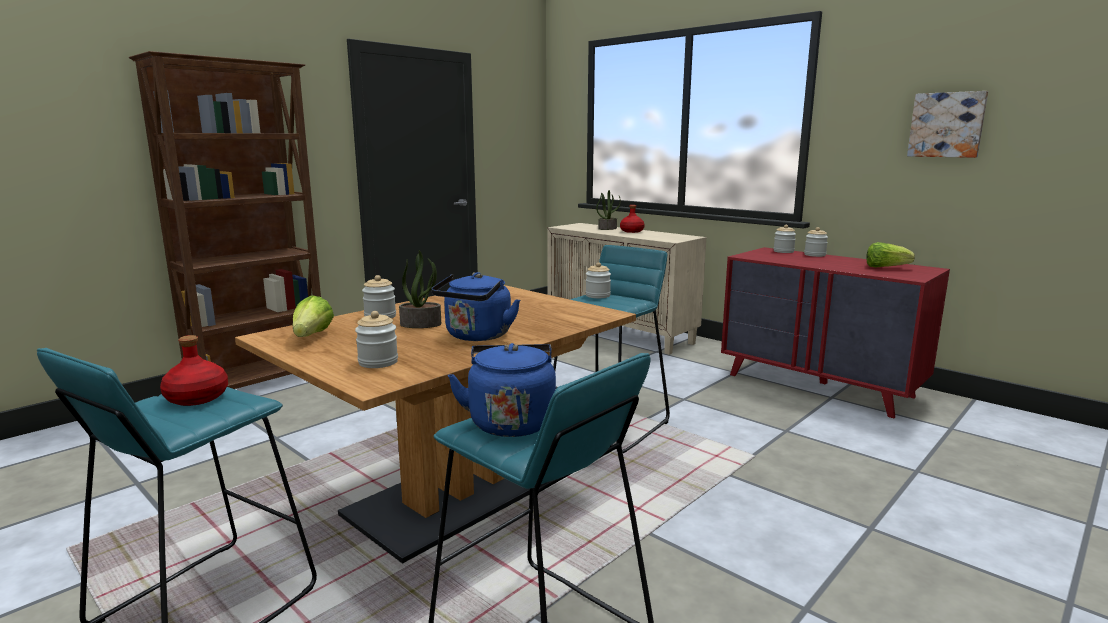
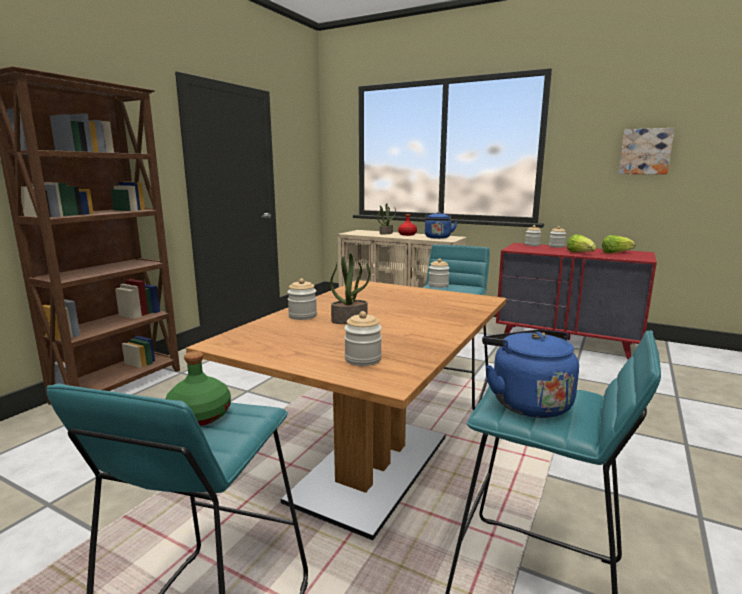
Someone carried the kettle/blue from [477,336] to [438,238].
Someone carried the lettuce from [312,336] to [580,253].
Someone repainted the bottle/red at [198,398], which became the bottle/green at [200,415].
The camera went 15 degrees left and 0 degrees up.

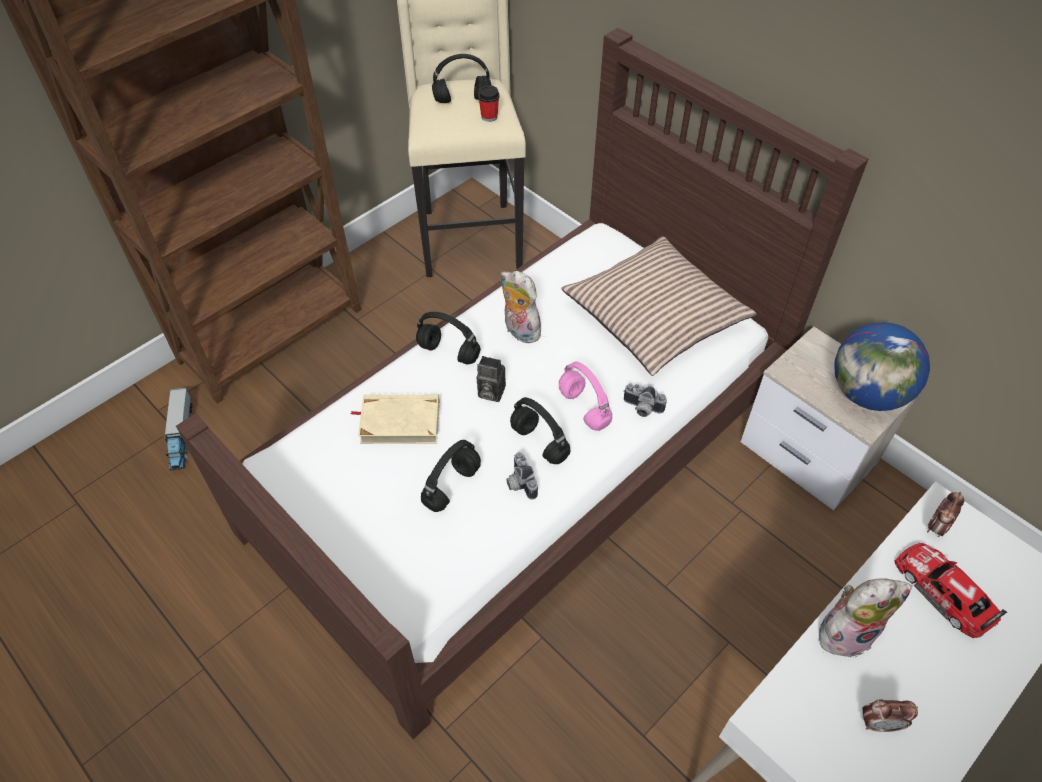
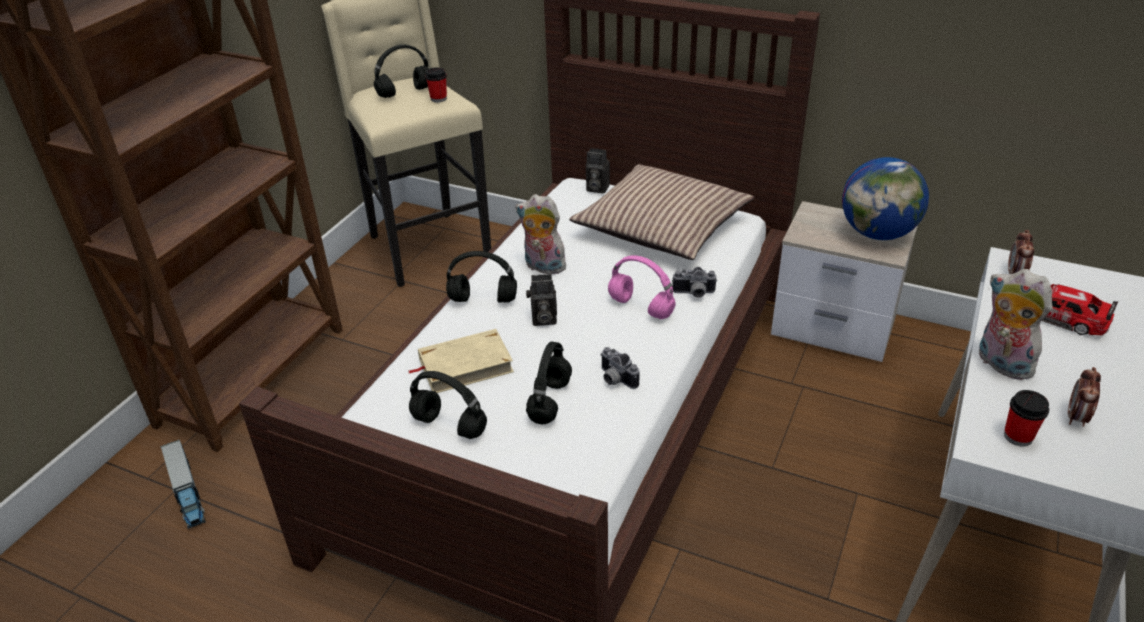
Someone carried the headphones/black from [541,443] to [451,426].
Someone rotated the plush toy at [846,631] by 90 degrees counterclockwise.
Someone rotated the alarm clock at [879,723] by 135 degrees clockwise.
Someone put down the photo camera at [596,188].
Someone put down the cup at [1018,436].
The camera went 20 degrees left and 15 degrees down.

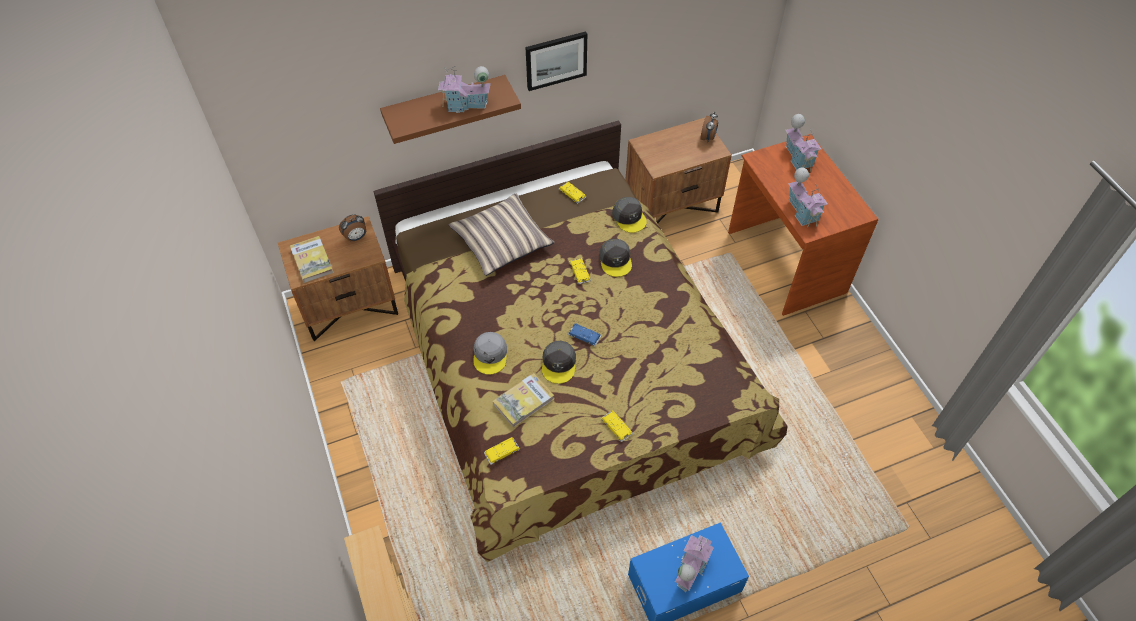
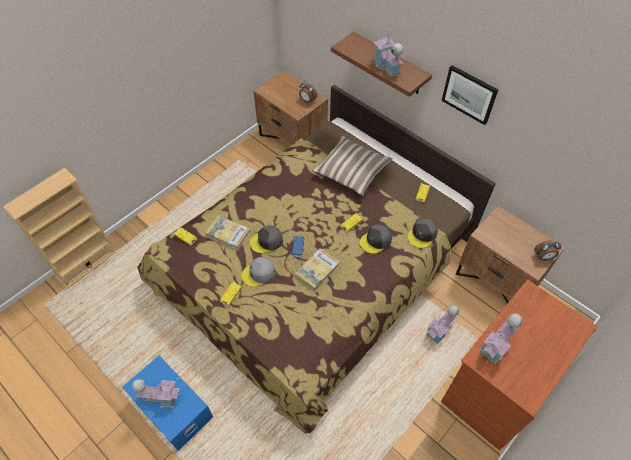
Someone carried the toy house from [798,157] to [439,331].
Someone carried the book from [312,261] to [317,270].
Someone carried the cap/grey from [490,355] to [259,273].
The camera went 65 degrees right and 0 degrees up.

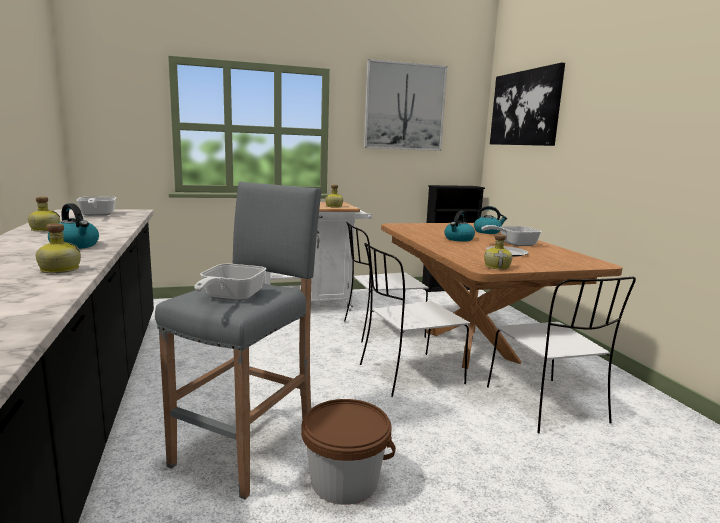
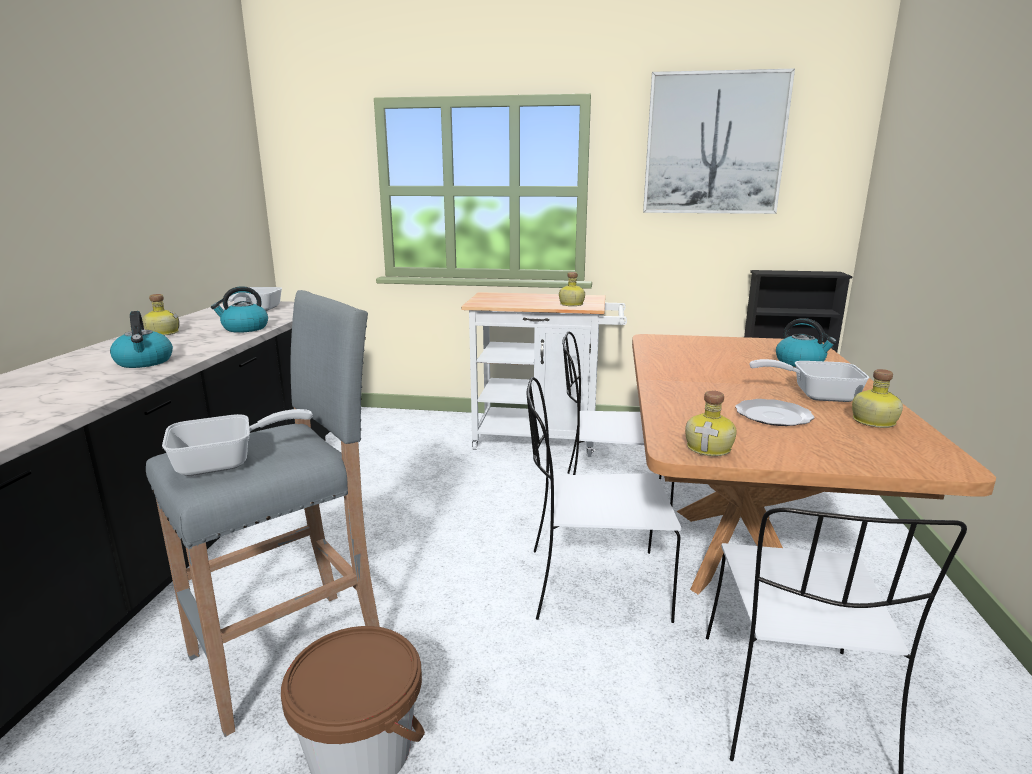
Someone took away the picture at [524,108].
Someone carried the kettle from [458,239] to [244,328].
Someone carried the bottle from [58,269] to [872,421].
Someone rotated the frying pan at [229,297] by 150 degrees counterclockwise.
The camera went 25 degrees right and 5 degrees up.

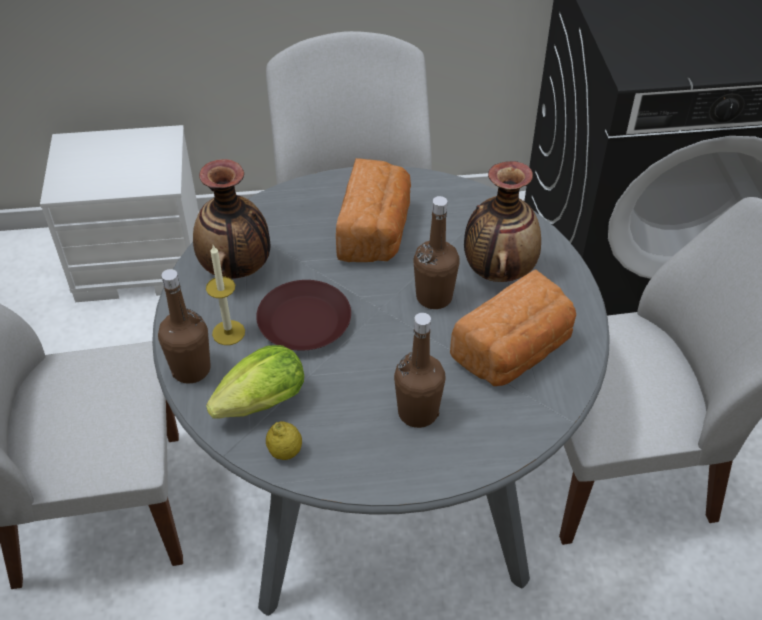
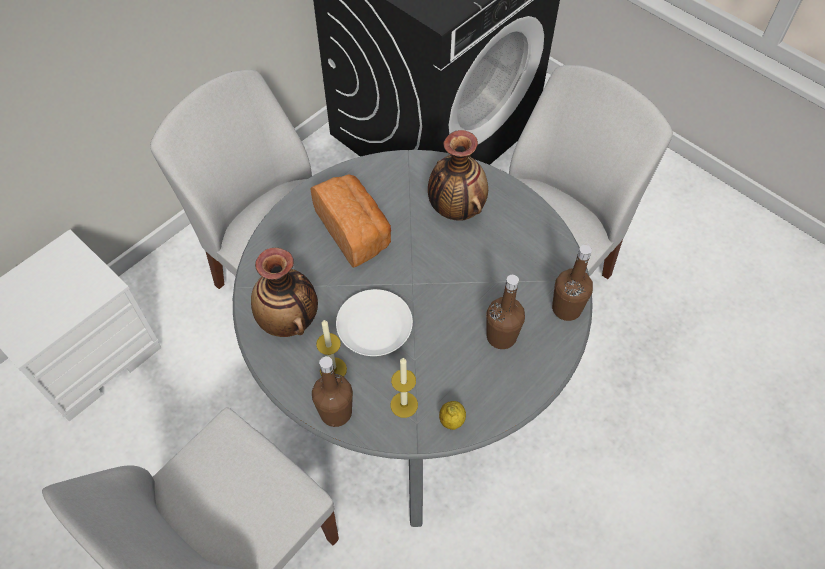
Someone carried the bottle/brown from [434,297] to [566,308].
Someone took away the bread at [514,352].
Someone repainted the plate/brown at [305,321], which became the plate/white at [374,326].
Someone swapped the lettuce at [257,406] for the candle at [404,404].
The camera went 40 degrees left and 10 degrees up.

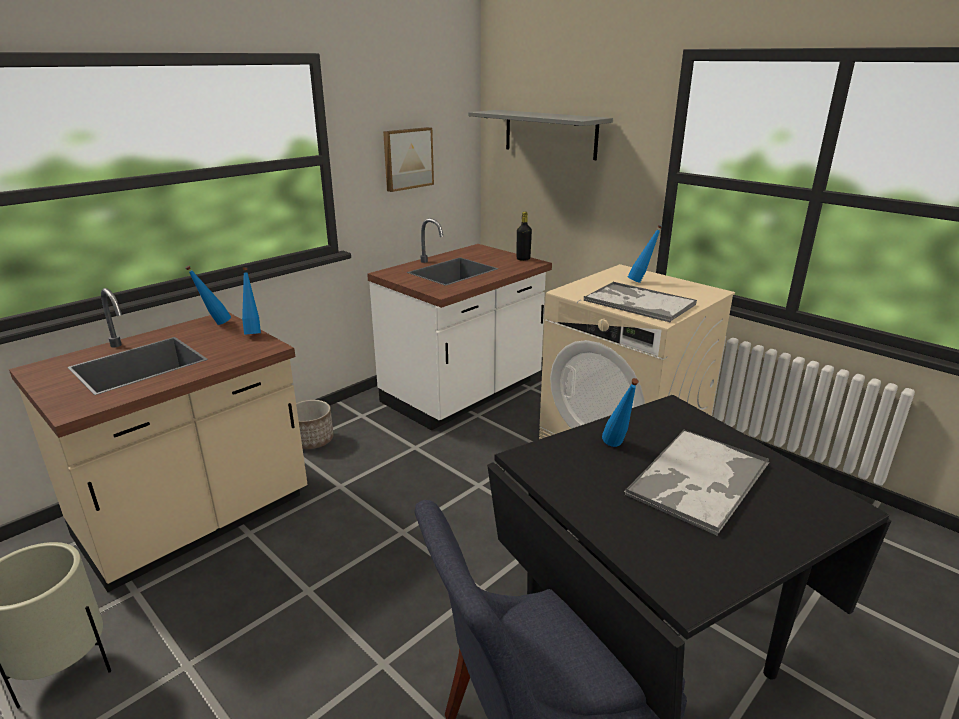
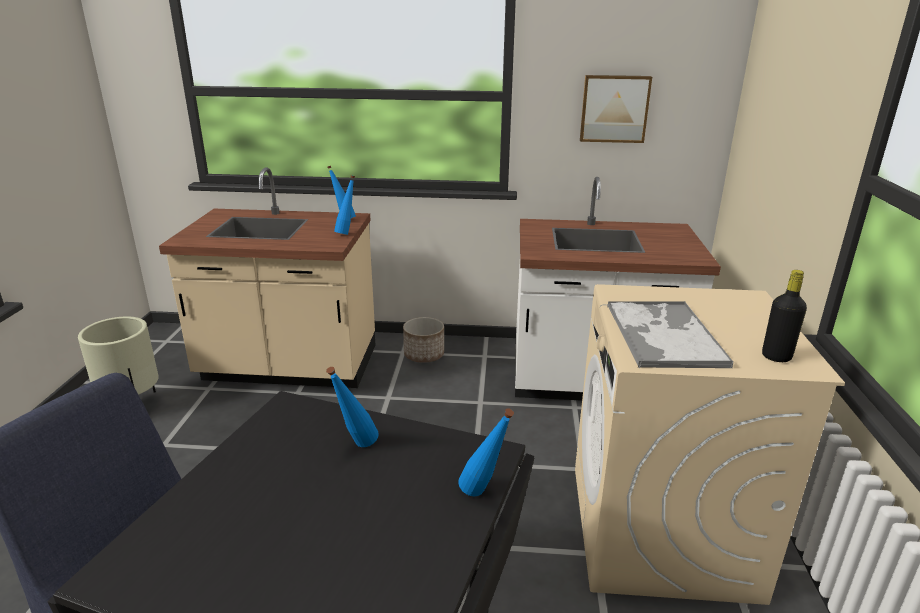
Someone took away the shelf/grey at [550,134].
Someone carried the bottle/black from [523,259] to [776,357].
Someone carried the bottle/blue from [641,281] to [484,496].
Someone took away the tray at [697,480].
The camera went 50 degrees right and 0 degrees up.

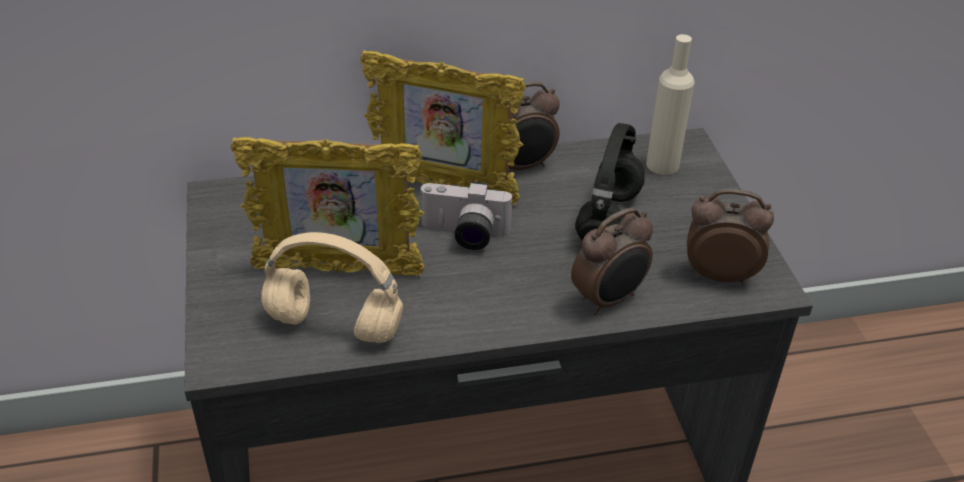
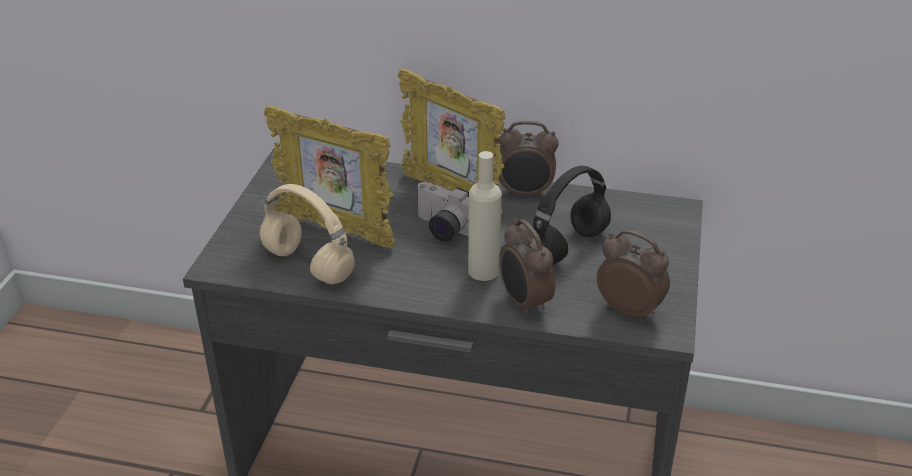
Someone carried the bottle/beige from [662,164] to [483,271].
Someone rotated the alarm clock at [609,299] by 75 degrees clockwise.
The camera went 25 degrees right and 5 degrees down.

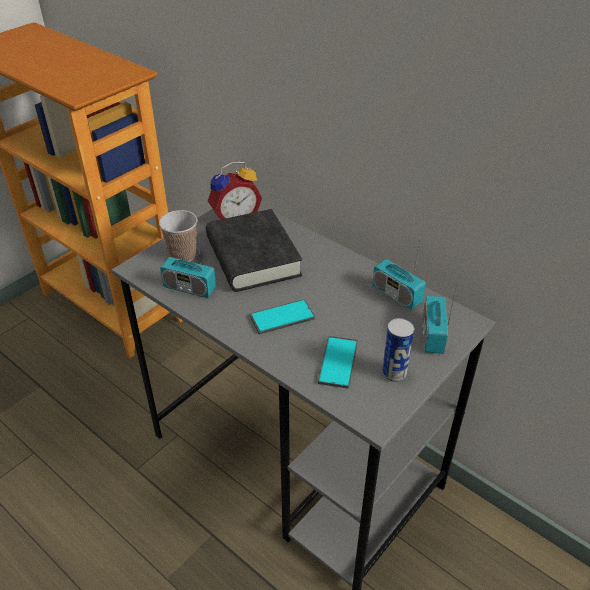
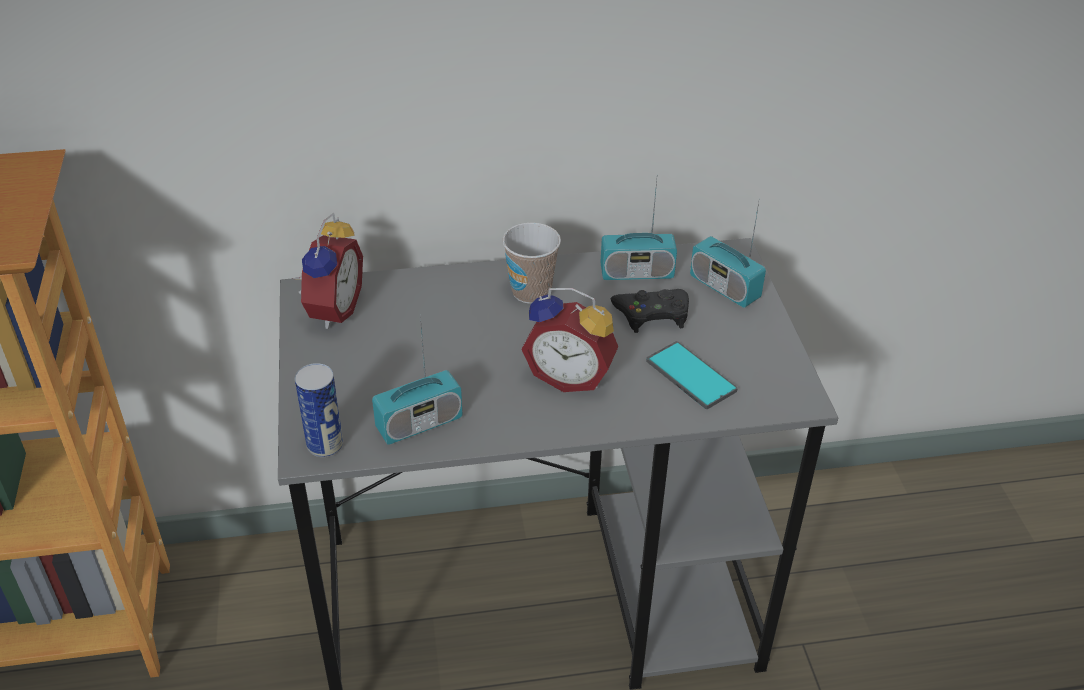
Someone took away the book/black at [253,257].
Someone carried the cup from [183,255] to [531,292].
Someone swapped the phone at [282,317] for the alarm clock at [570,376].
Someone carried the can from [394,373] to [325,445].
Someone put down the game controller/black at [652,314].
The camera went 50 degrees left and 0 degrees up.

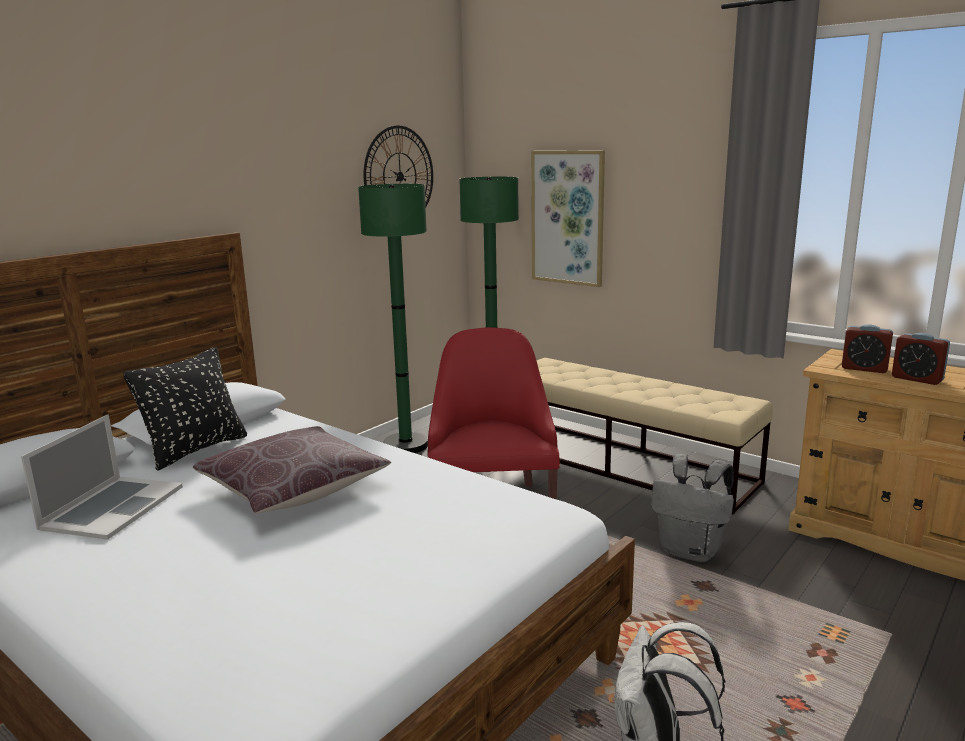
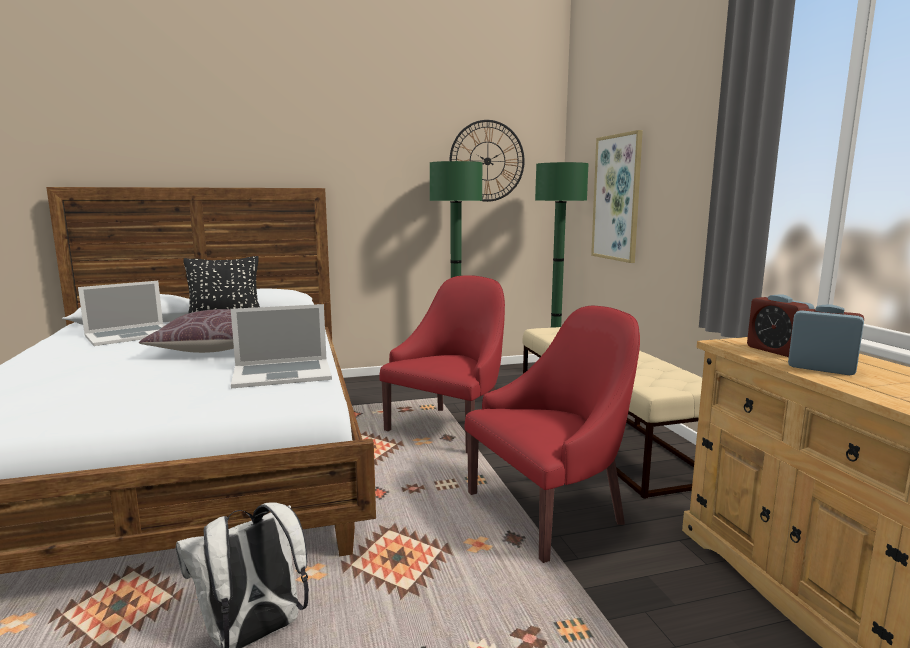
Someone rotated the alarm clock at [917,379] by 135 degrees clockwise.
Someone swapped the backpack/grey at [691,551] for the armchair/red at [550,511].
Someone put down the laptop at [282,373].
The camera went 35 degrees right and 5 degrees down.

